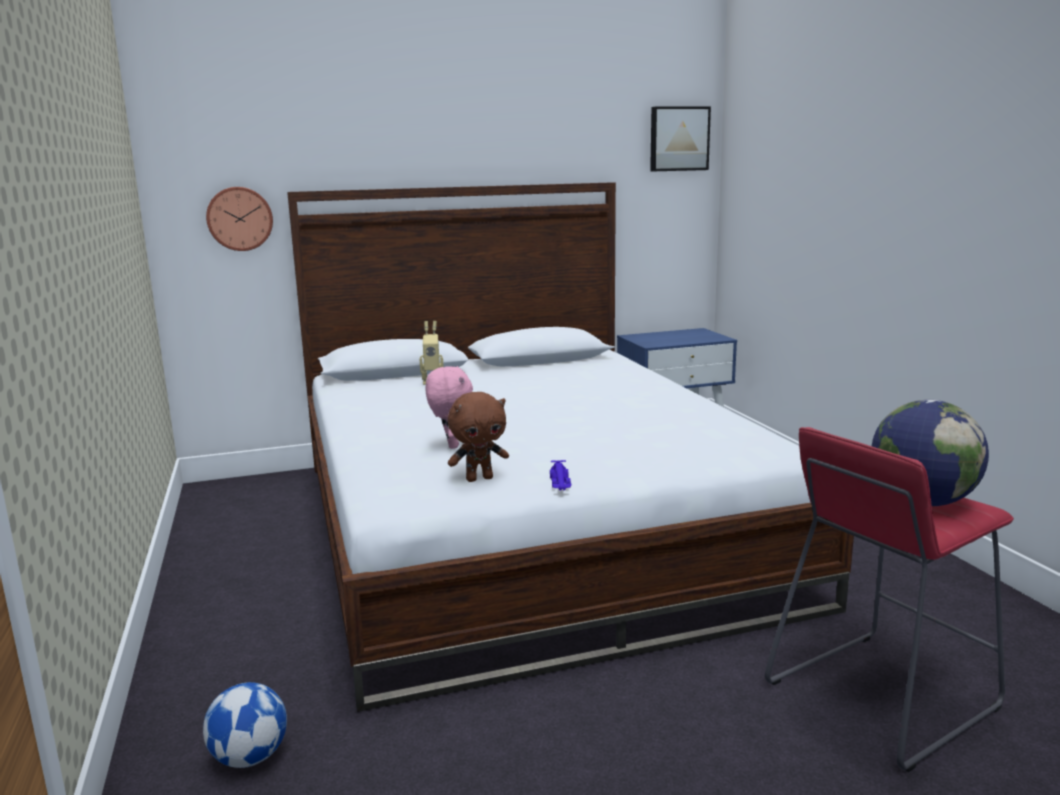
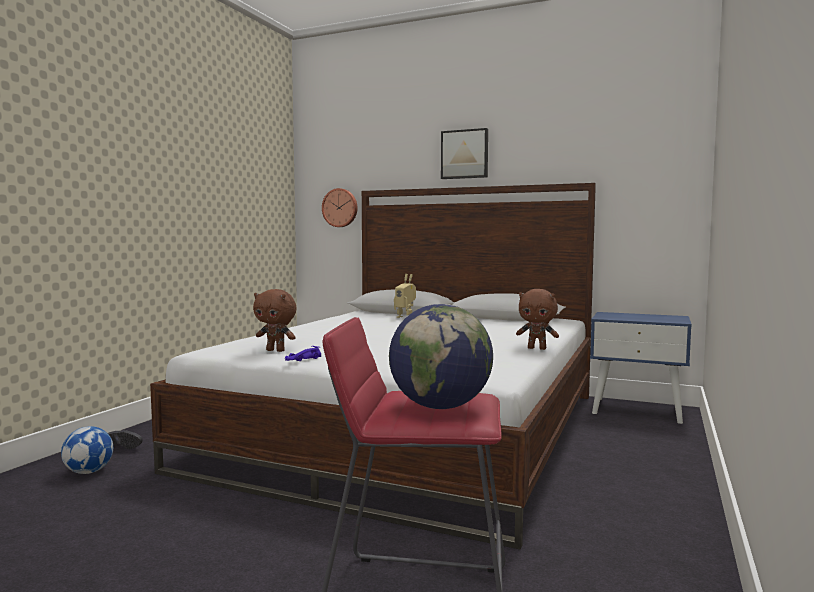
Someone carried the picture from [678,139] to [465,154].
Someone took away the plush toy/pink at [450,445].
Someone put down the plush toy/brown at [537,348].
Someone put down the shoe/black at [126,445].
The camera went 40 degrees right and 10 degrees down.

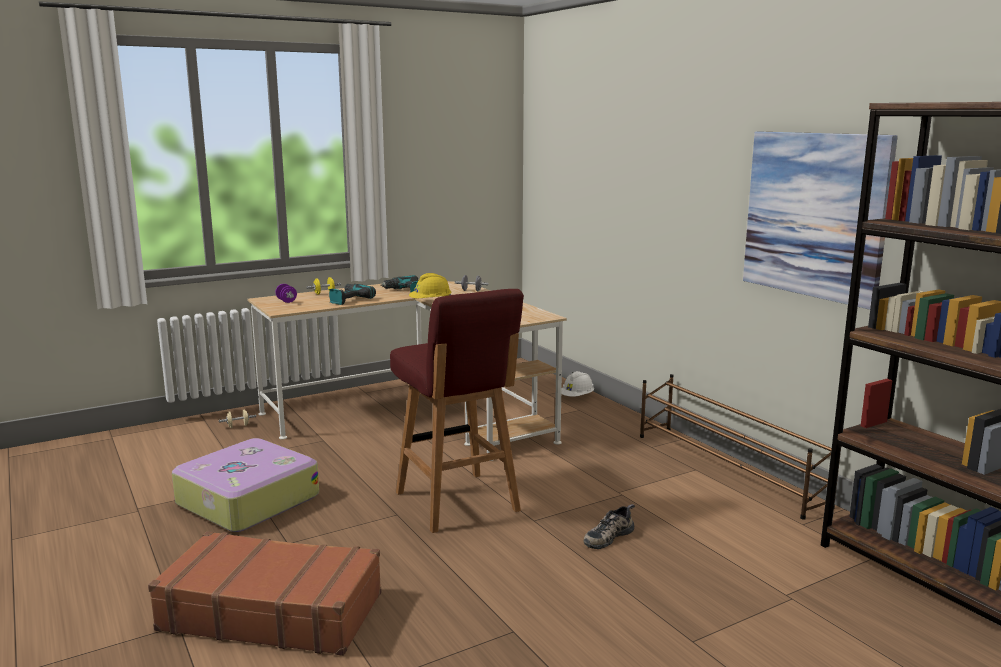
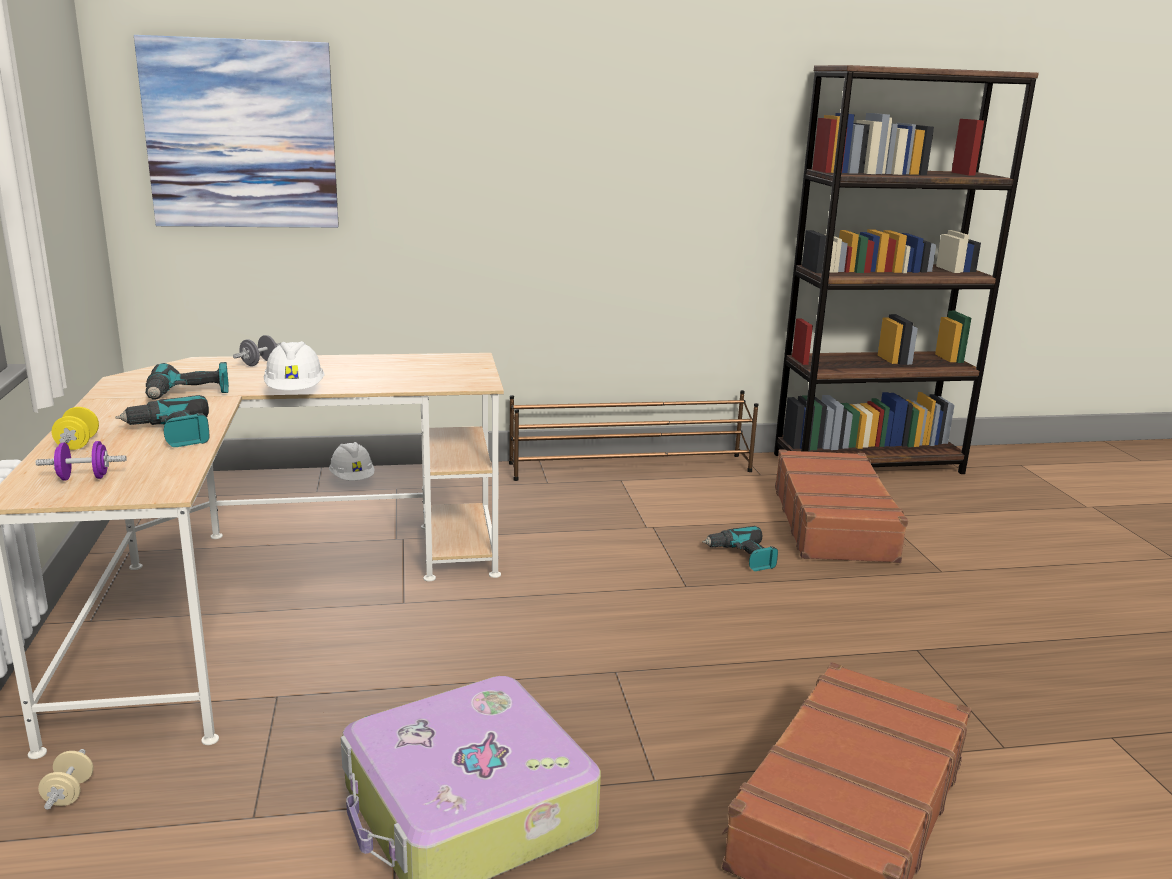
Someone carried the picture from [814,215] to [241,135].
Someone repainted the hard hat/yellow at [430,302], which became the hard hat/white at [295,392].
Someone took away the stool/red at [458,503].
Someone swapped the shoe at [608,536] for the power drill at [742,557].
Someone put down the suitcase/brown at [834,523].
The camera went 70 degrees left and 5 degrees up.

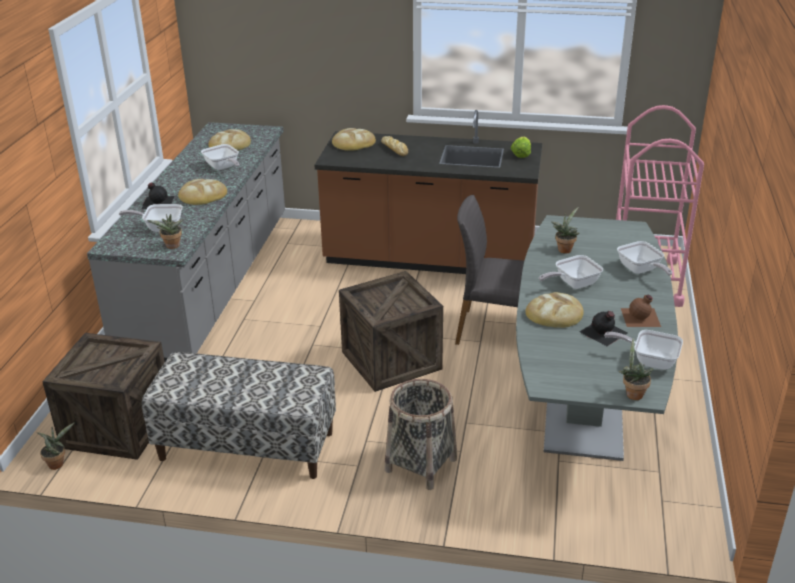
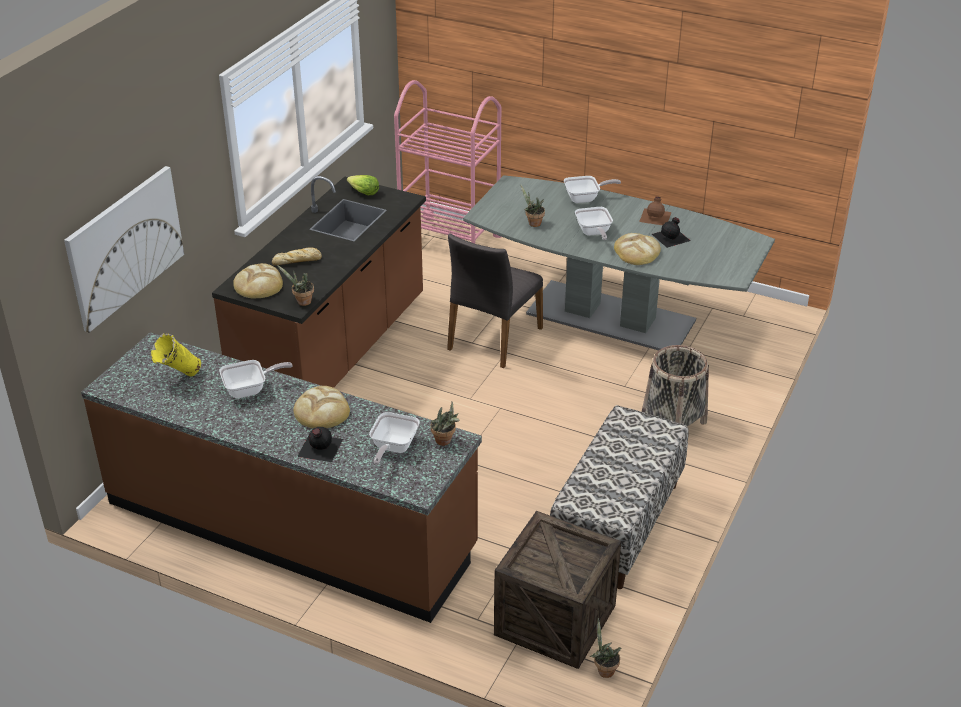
Someone repainted the counter/grey at [211,284], which became the counter/brown at [290,526].
Someone swapped the bread at [230,144] for the vase/yellow at [178,378].
Someone took away the crate at [391,360].
Someone took away the frying pan at [649,360].
Someone carried the potted plant from [632,393] to [302,302].
Someone put up the picture at [125,246].
The camera went 75 degrees left and 5 degrees up.

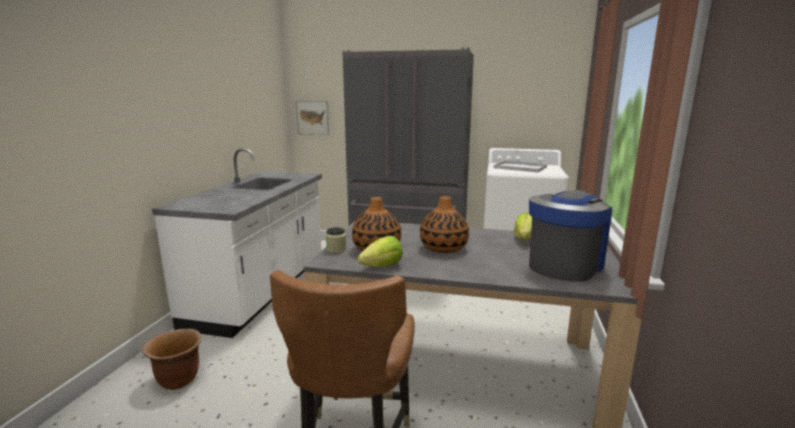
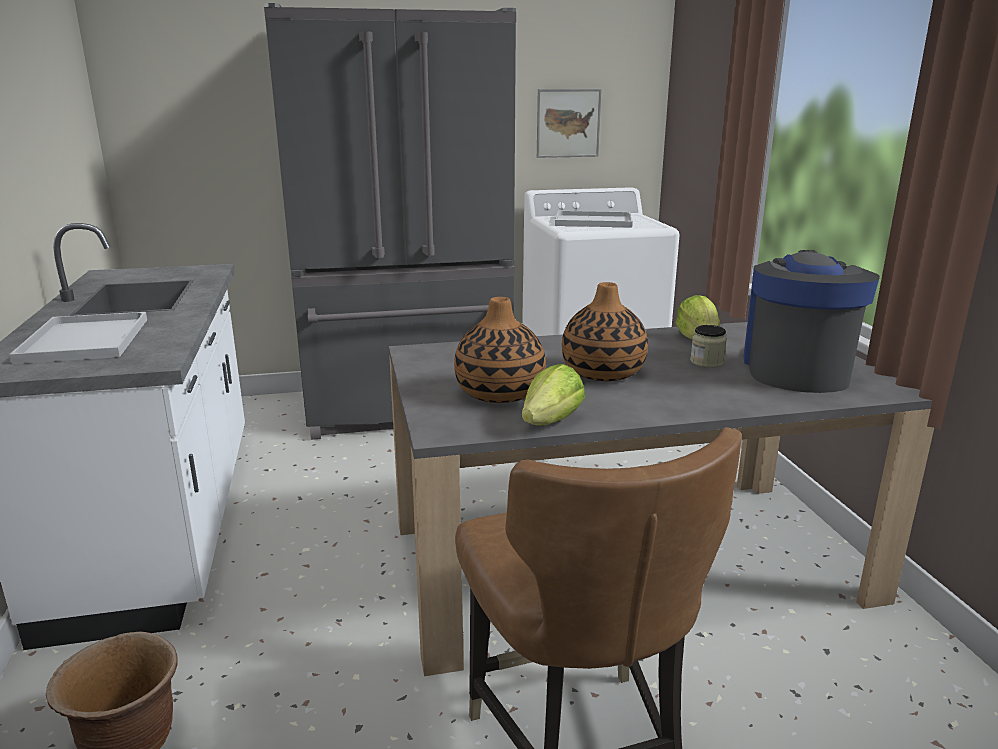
Someone carried the picture from [312,117] to [568,123].
Someone carried the jar from [336,249] to [707,362].
Someone put down the tray/white at [84,339].
The camera went 25 degrees left and 5 degrees up.

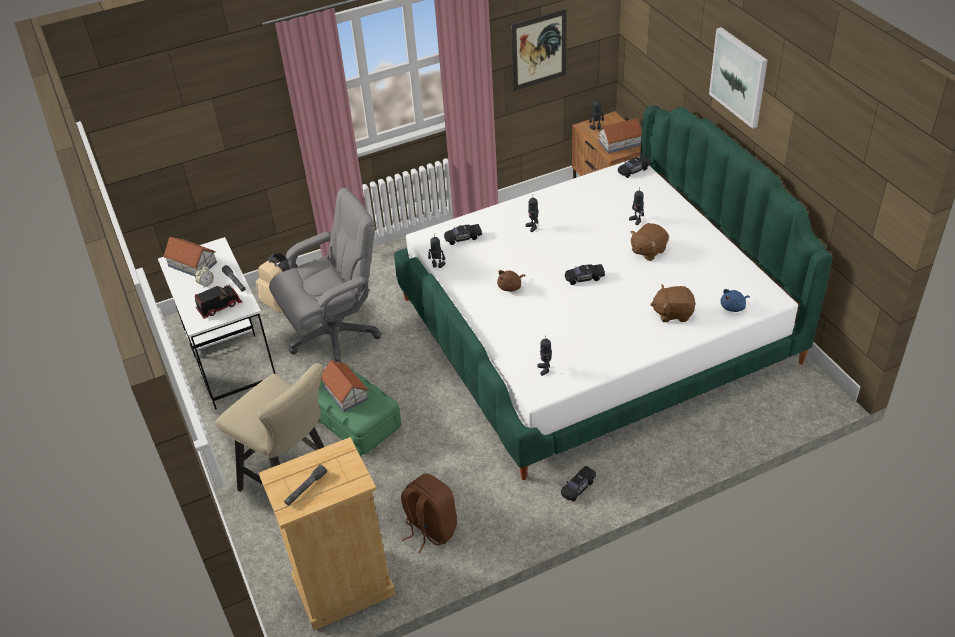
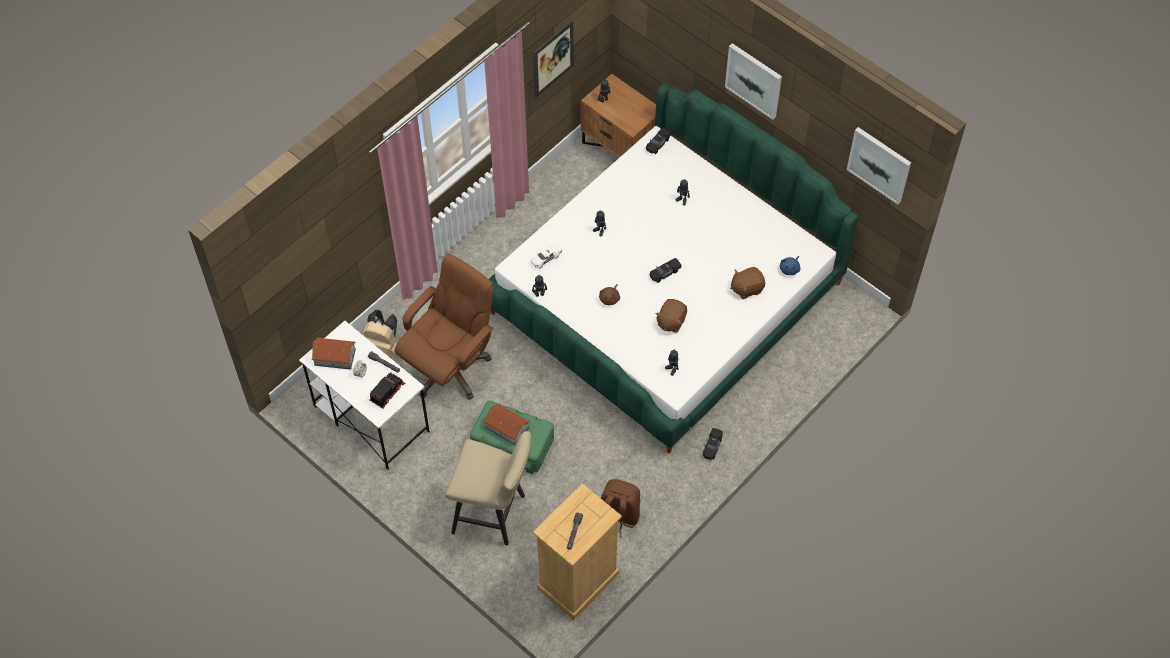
Someone took away the toy house at [619,143].
Someone repainted the office chair/grey at [335,334], which became the office chair/brown at [450,367].
Someone carried the plush toy/brown from [648,251] to [671,321].
Someone repainted the toy car/black at [463,238], which became the toy car/white at [546,258].
Someone put up the picture at [879,164].
The camera went 25 degrees left and 15 degrees up.

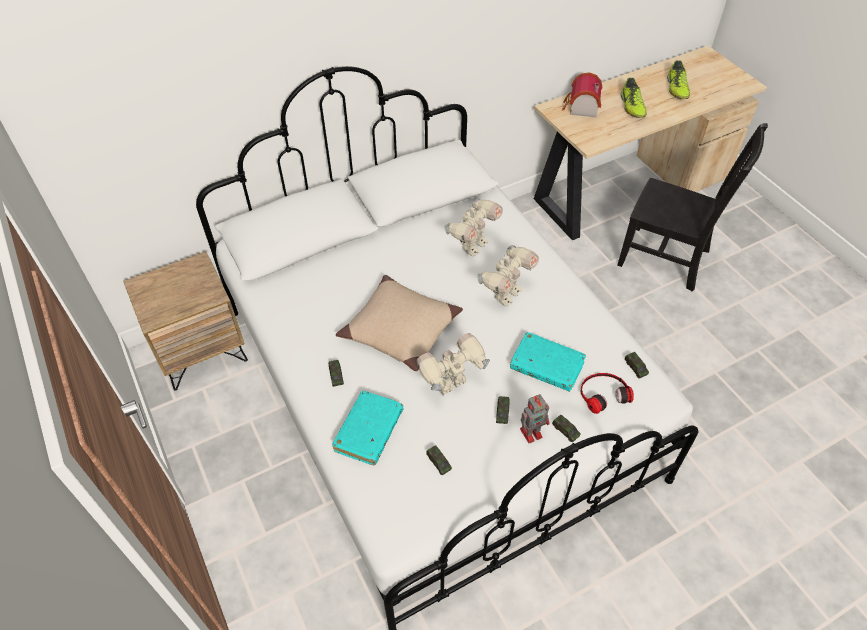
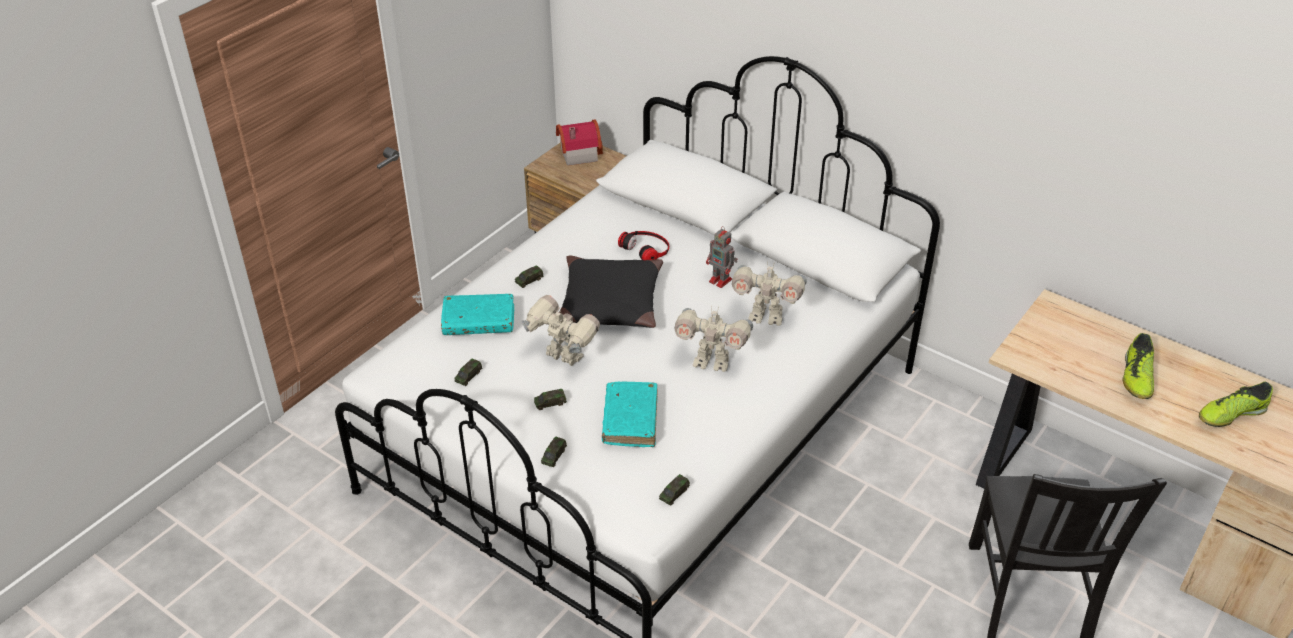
Someone carried the toy house from [581,108] to [577,153].
Someone rotated the shoe at [632,107] by 45 degrees counterclockwise.
Someone repainted the pillow/beige at [400,330], which became the pillow/black at [609,302].
Someone carried the headphones from [603,393] to [646,248].
Someone carried the toy robot from [532,432] to [721,281].
The camera went 65 degrees right and 10 degrees down.

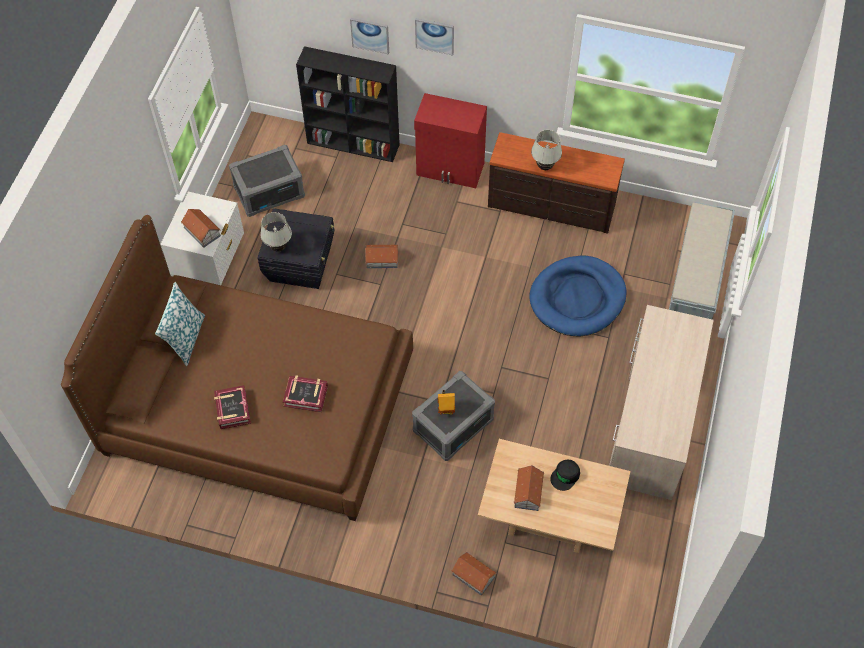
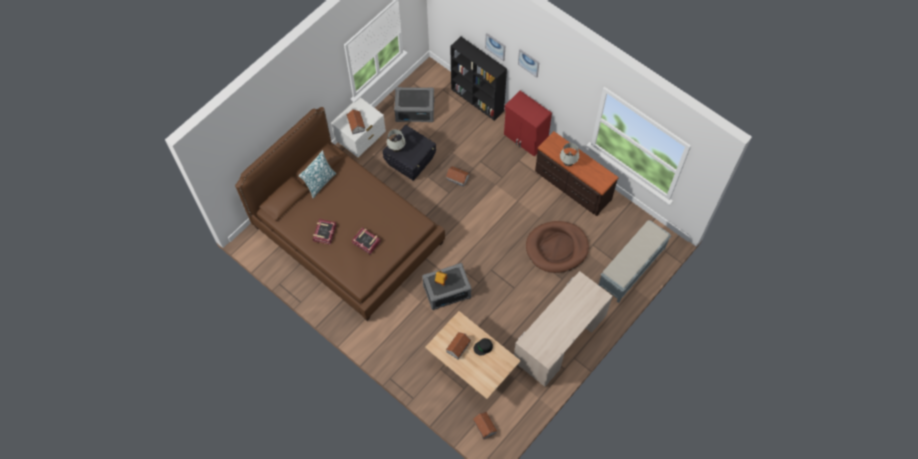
Someone repainted the dog bed/blue at [577,298], which became the dog bed/brown at [557,248].
Someone carried the toy house from [473,576] to [484,427].
The camera went 25 degrees right and 5 degrees up.

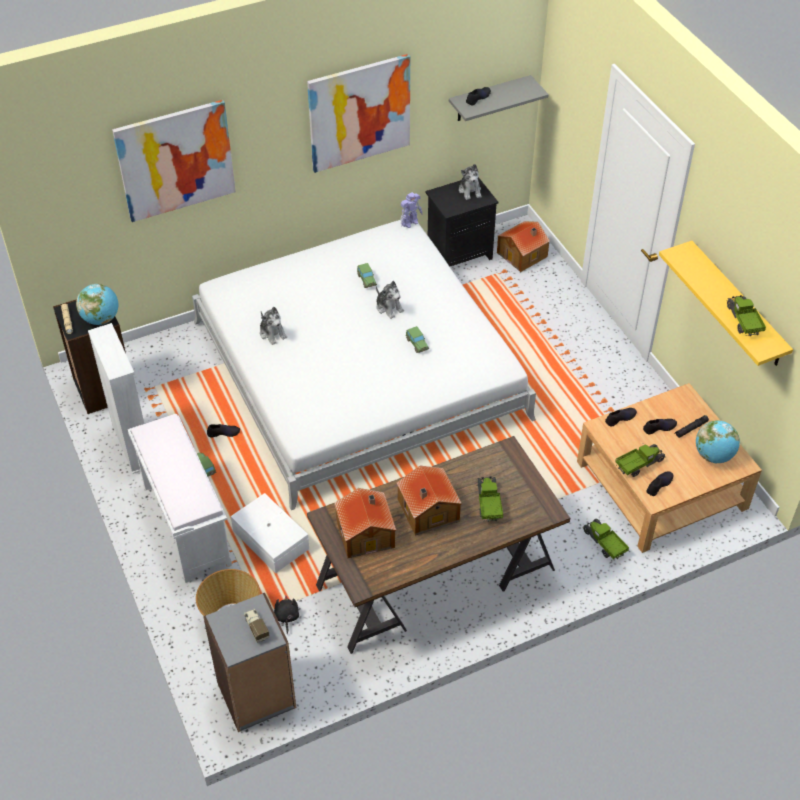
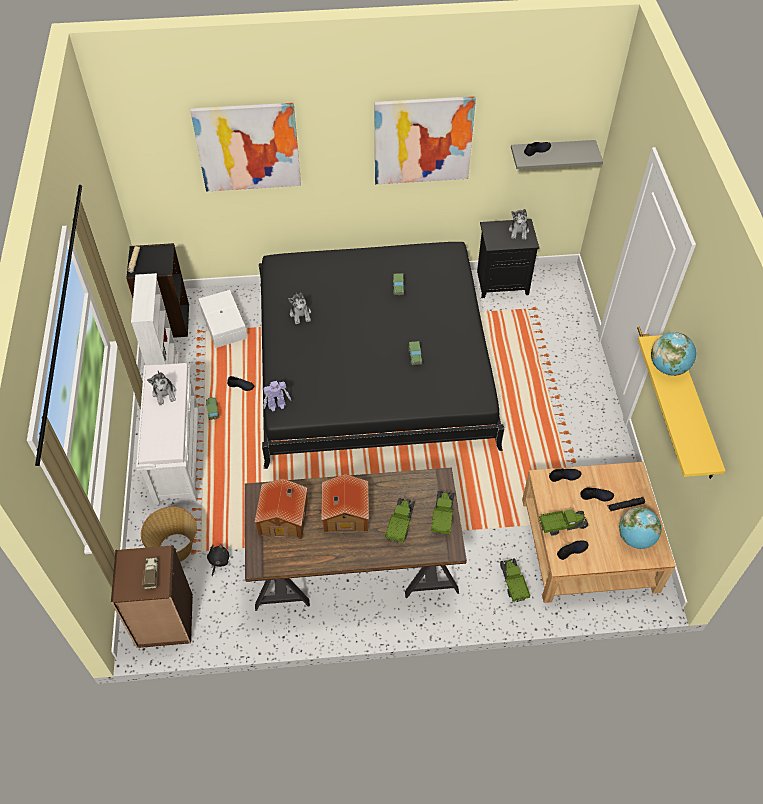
Someone carried the toy robot from [410,222] to [277,405].
Someone repainted the bed/white at [358,370], which became the bed/black at [373,362].
Someone took away the toy house at [523,255].
Someone carried the plush toy from [389,308] to [164,393].
Someone carried the globe from [101,319] to [668,367].
Someone carried the toy truck from [742,321] to [442,517].
Someone carried the storage box/white from [270,541] to [223,325].
Someone repainted the bookcase/grey at [256,696], which became the bookcase/brown at [164,621].
The camera went 20 degrees right and 5 degrees up.

